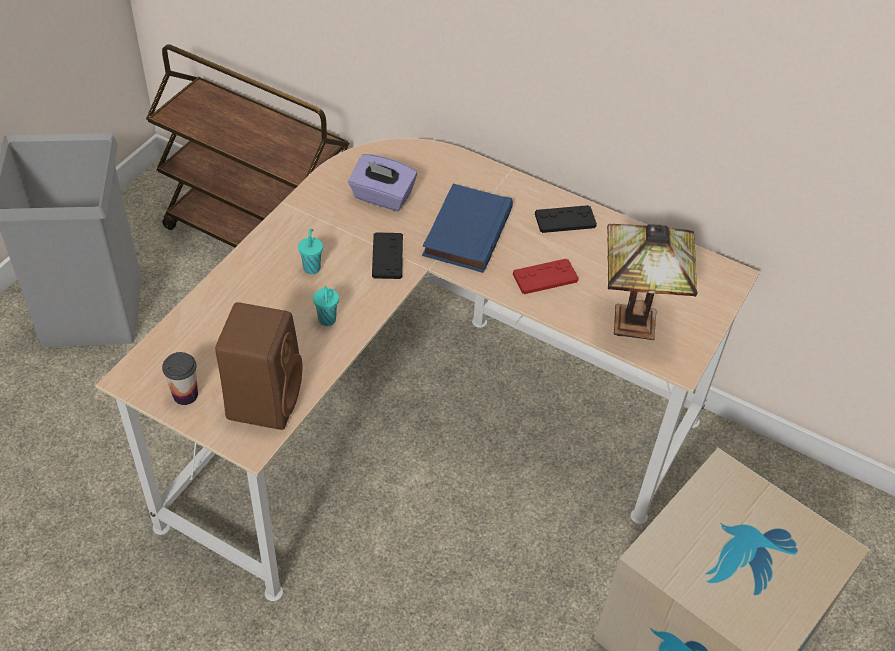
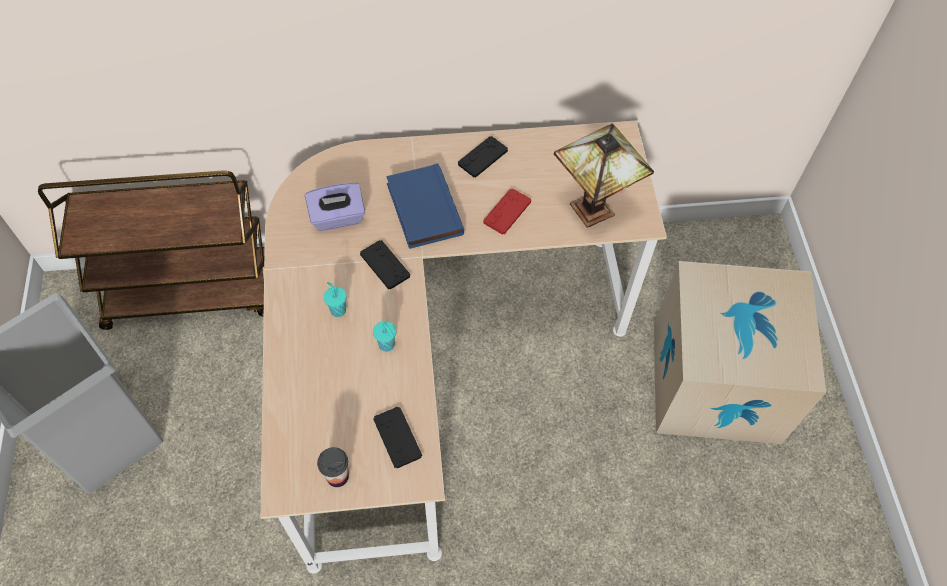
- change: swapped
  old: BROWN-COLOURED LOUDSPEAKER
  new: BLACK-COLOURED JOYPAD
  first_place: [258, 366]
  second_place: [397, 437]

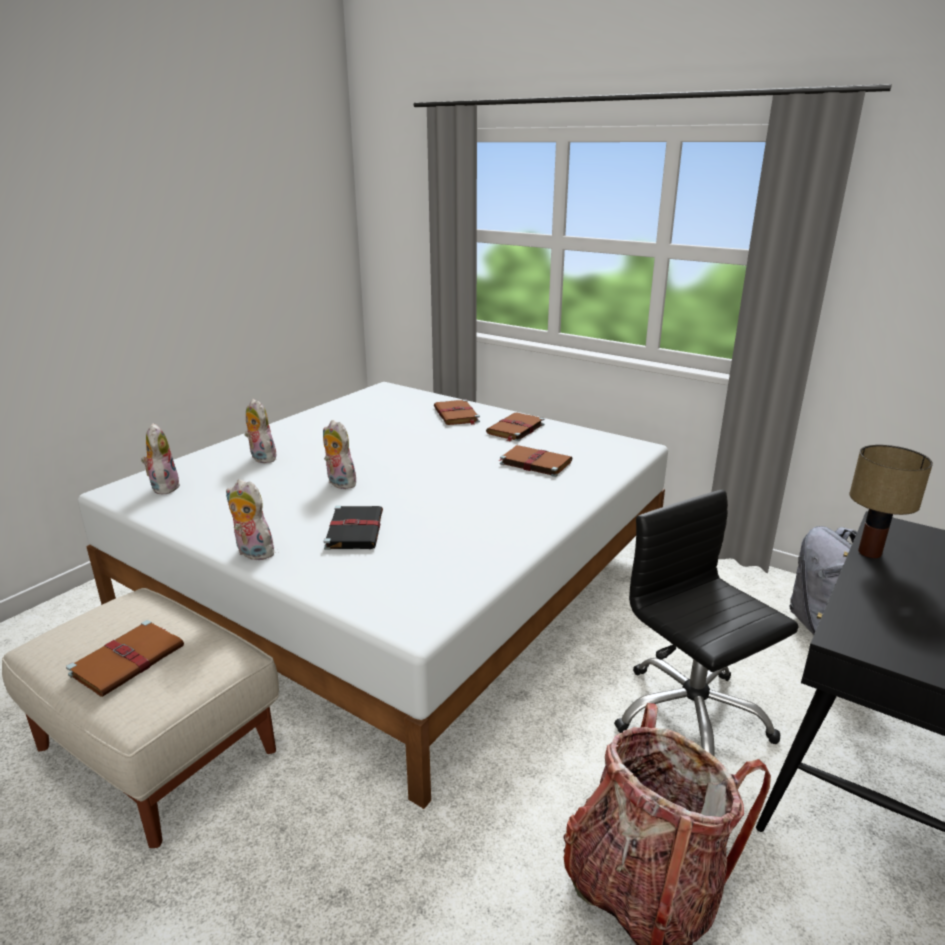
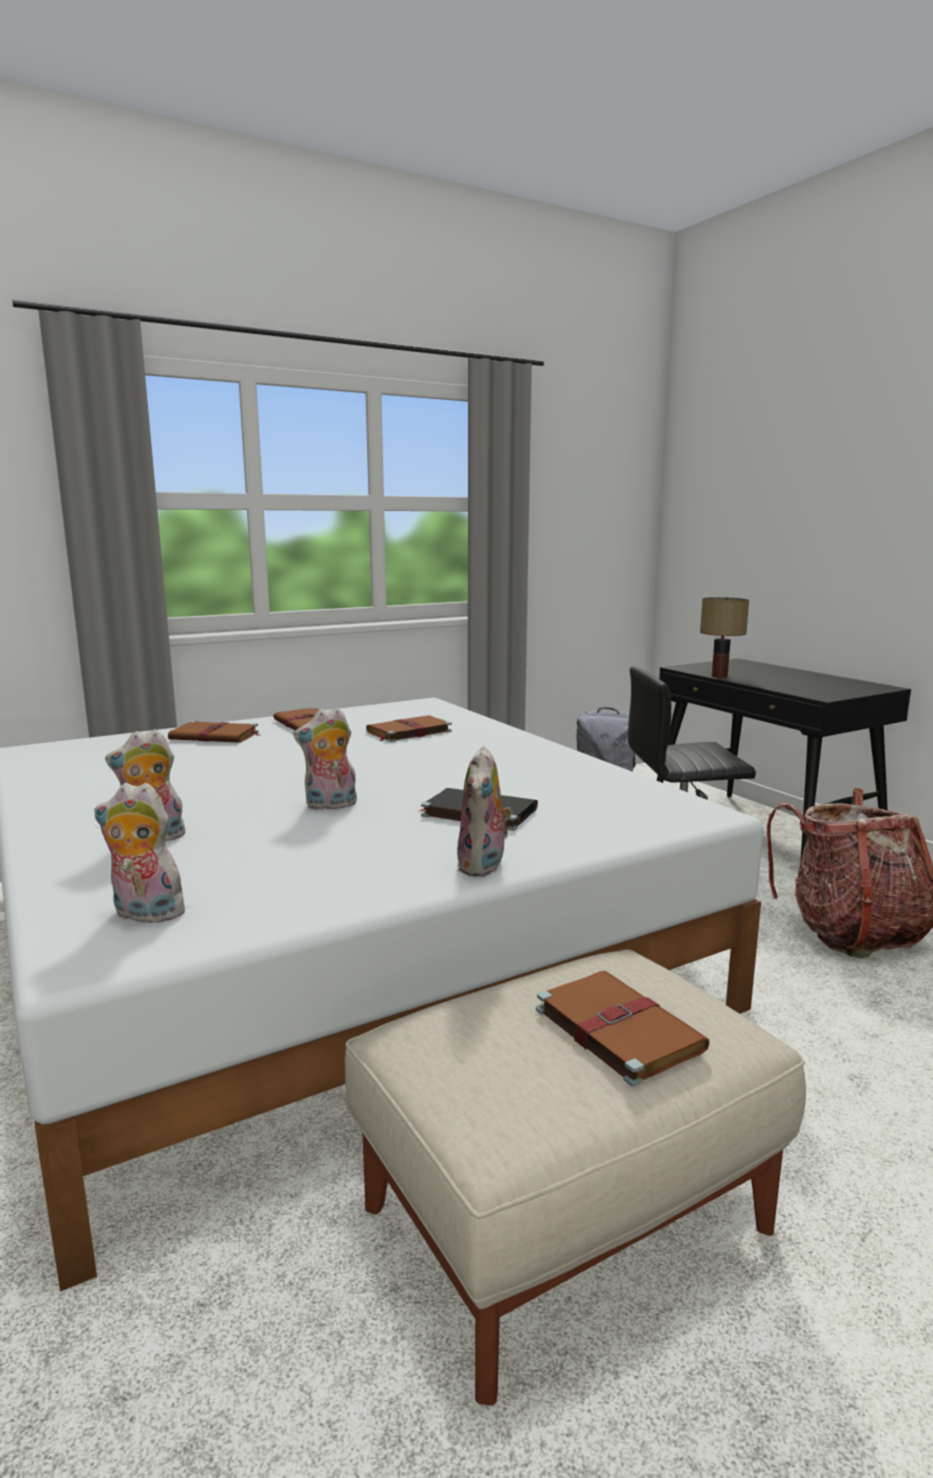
- change: rotated
  old: CUDDLY TOY
  first_place: [251, 519]
  second_place: [485, 811]
  degrees: -45

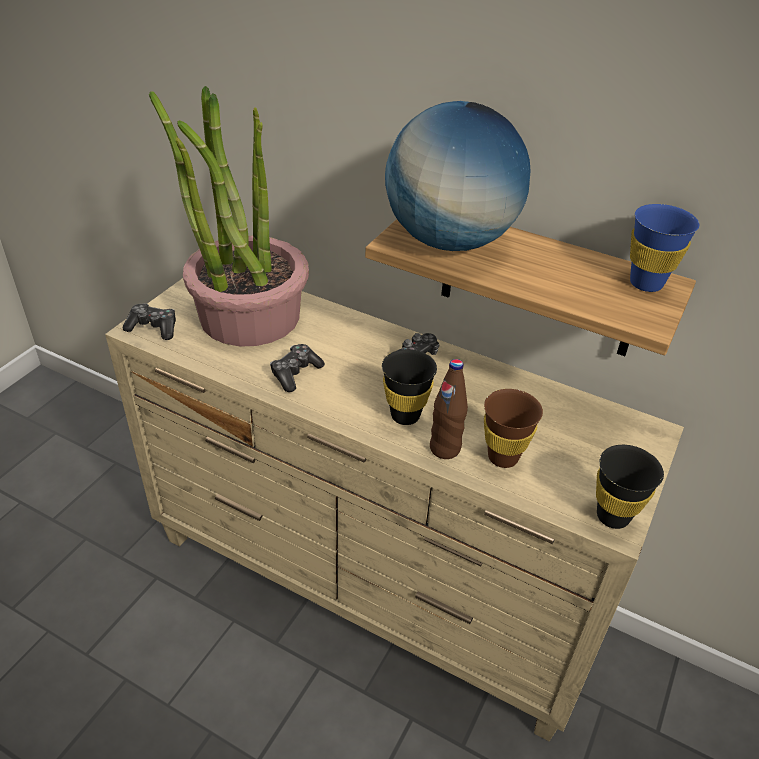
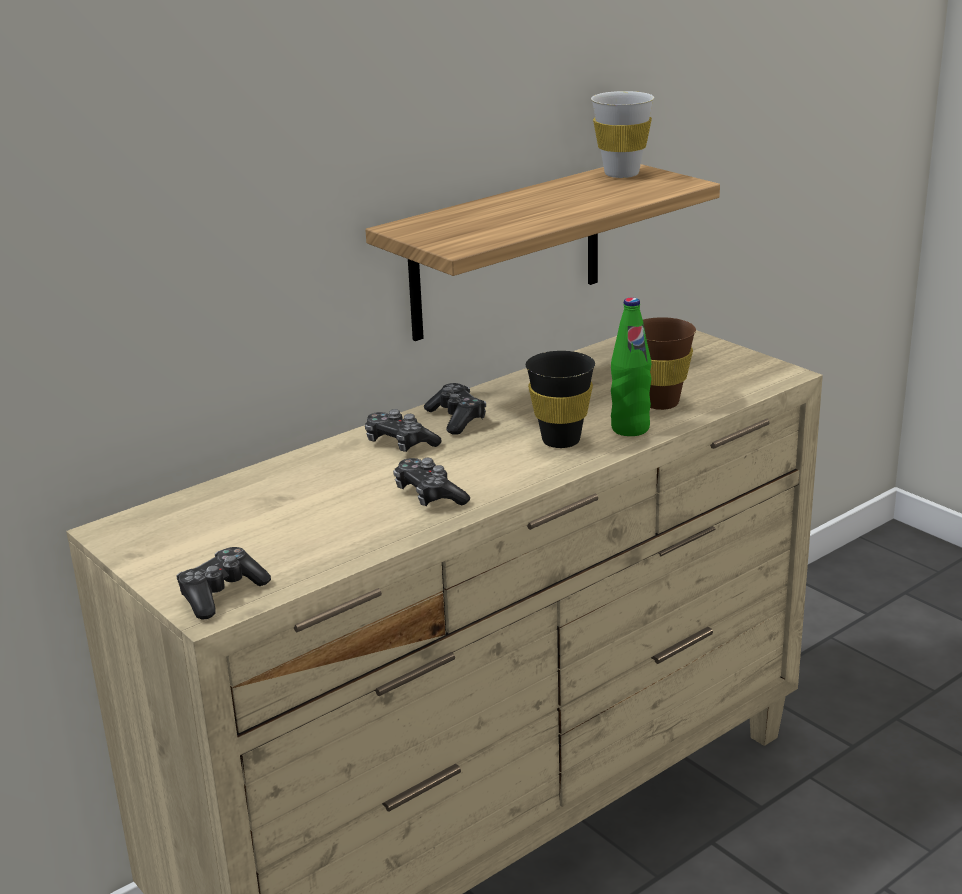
- change: new
  new: JOYPAD
  second_place: [403, 430]
- change: repainted
  old: BLUISH CUP
  new: WHITE CUP
  first_place: [664, 248]
  second_place: [622, 134]
- change: repainted
  old: BROWN-COLOURED BOTTLE
  new: GREEN BOTTLE
  first_place: [449, 409]
  second_place: [631, 366]
- change: gone
  old: PLANT IN A POT
  first_place: [229, 216]
- change: gone
  old: DESK GLOBE
  first_place: [458, 176]
- change: gone
  old: BLACK-COLOURED CUP
  first_place: [630, 487]

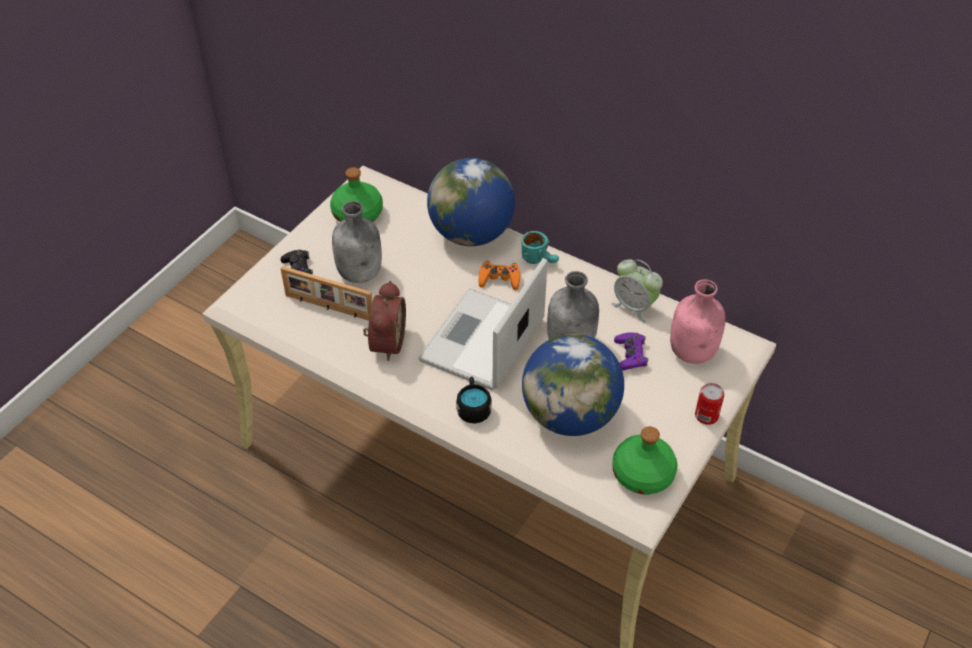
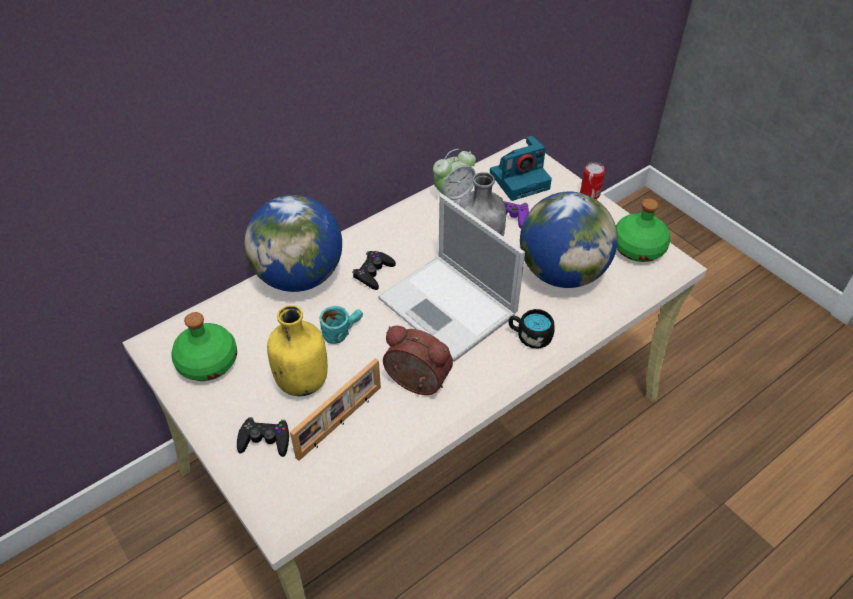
- change: repainted
  old: GREYISH BOTTLE
  new: YELLOW-COLOURED BOTTLE
  first_place: [357, 242]
  second_place: [297, 350]
- change: shifted
  old: TURQUOISE-COLOURED TEA MUG
  first_place: [540, 247]
  second_place: [341, 325]
- change: repainted
  old: ORANGEY JOYPAD
  new: BLACK-COLOURED JOYPAD
  first_place: [499, 275]
  second_place: [374, 270]
- change: swapped
  old: PINK BOTTLE
  new: PHOTO CAMERA
  first_place: [698, 321]
  second_place: [521, 168]

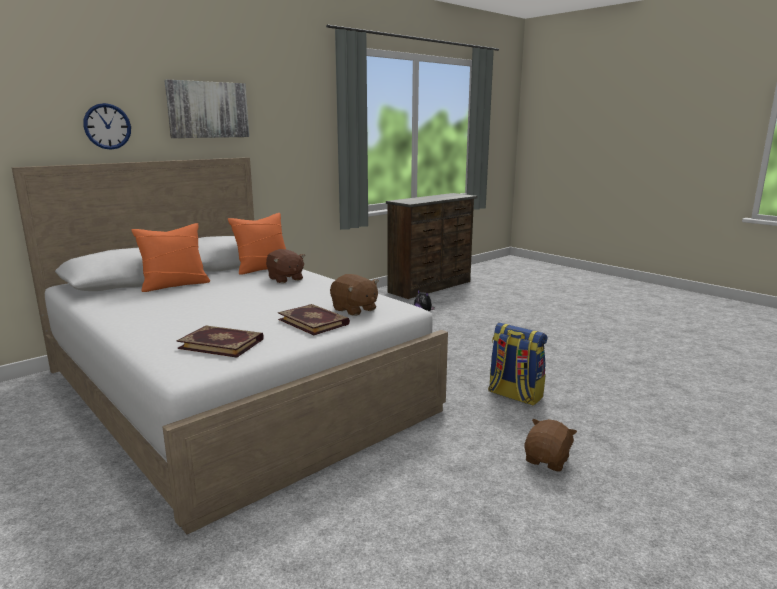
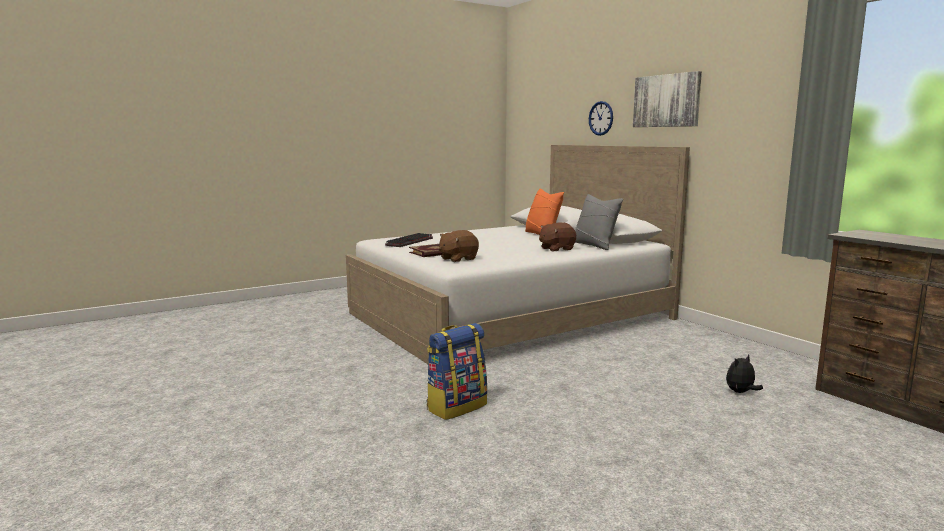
- change: swapped
  old: BOOK
  new: KEYBOARD
  first_place: [220, 341]
  second_place: [409, 240]
- change: repainted
  old: ORANGEY PILLOW
  new: GREYISH PILLOW
  first_place: [257, 244]
  second_place: [599, 222]
- change: gone
  old: BROWN-COLOURED CUDDLY TOY
  first_place: [550, 445]

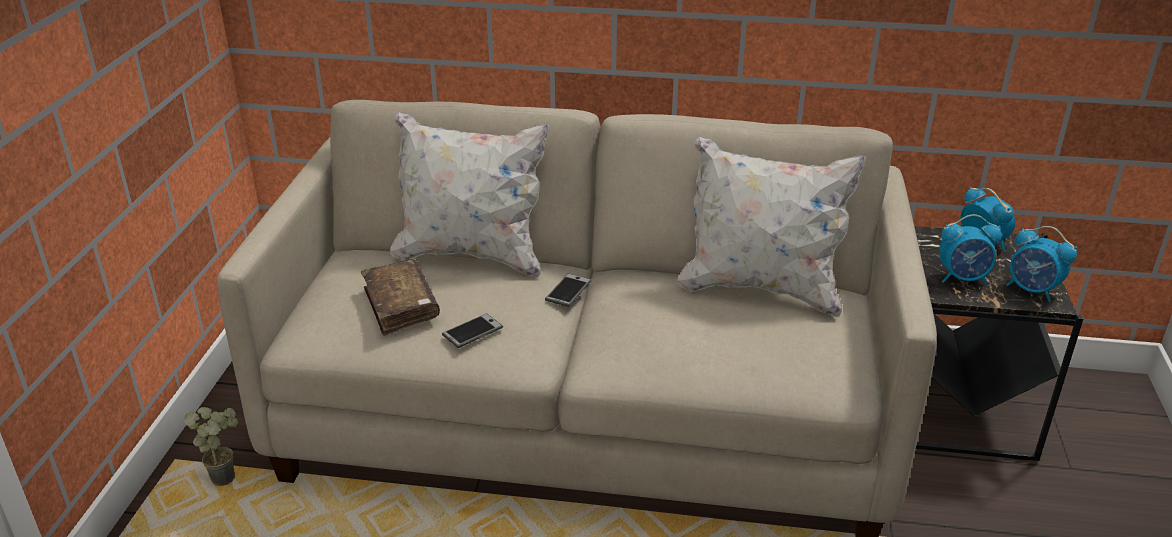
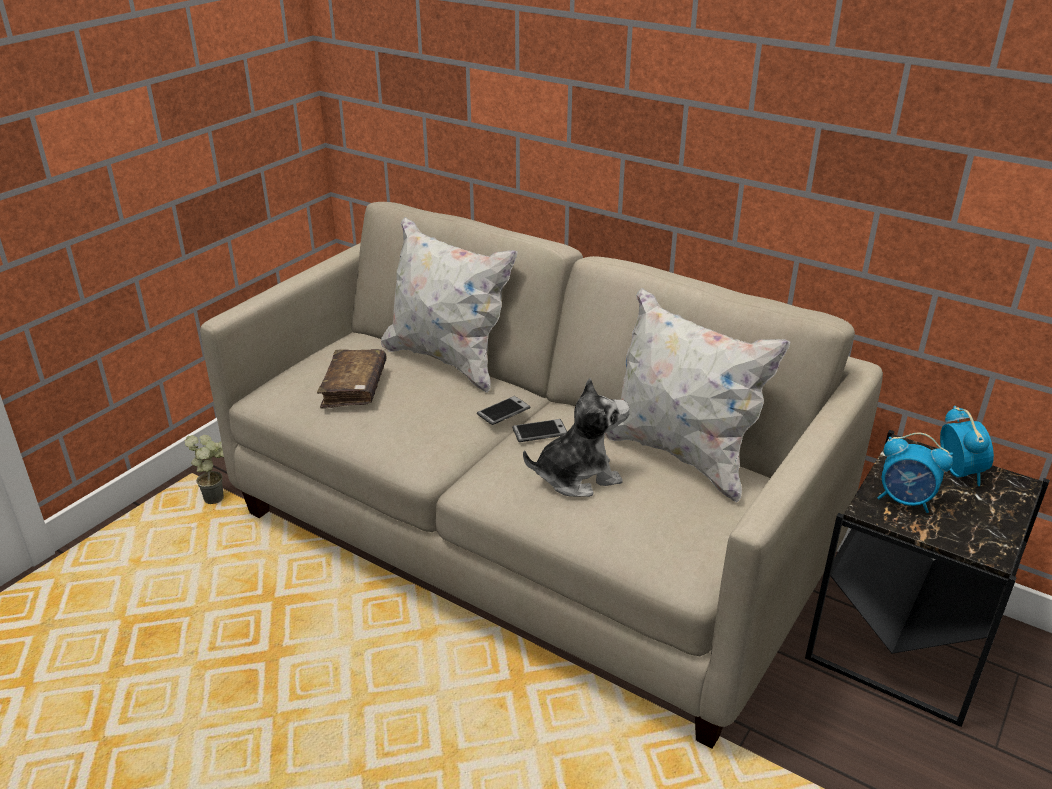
- change: shifted
  old: TELEPHONE
  first_place: [472, 330]
  second_place: [539, 430]
- change: new
  new: CUDDLY TOY
  second_place: [576, 437]
- change: gone
  old: BEDSIDE CLOCK
  first_place: [1041, 264]

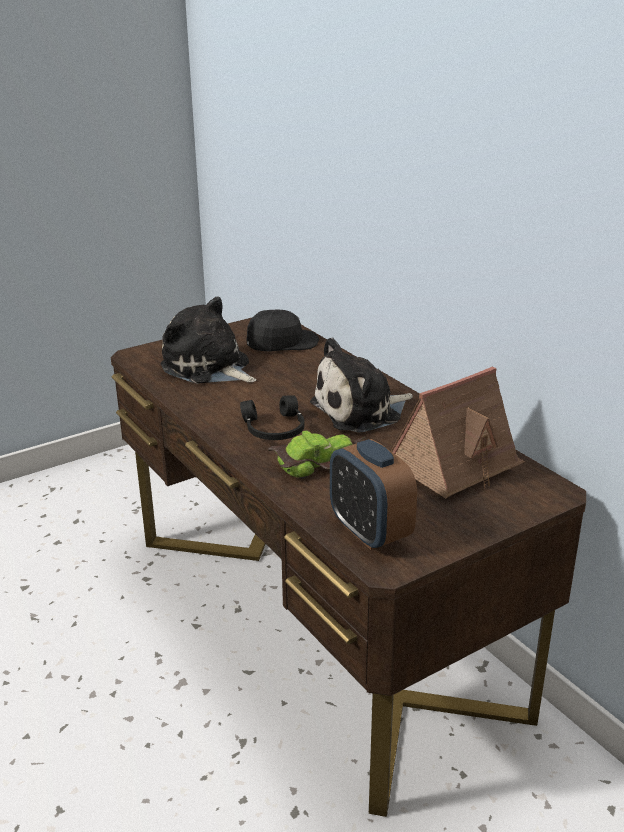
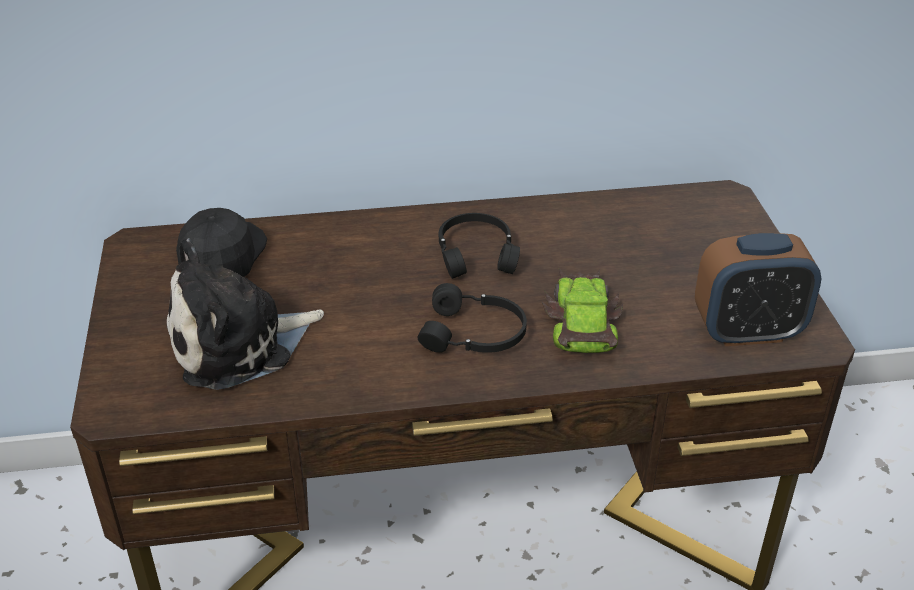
- change: swapped
  old: CUDDLY TOY
  new: BLACK-COLOURED HEADSET
  first_place: [361, 385]
  second_place: [479, 246]
- change: gone
  old: TOY HOUSE
  first_place: [458, 432]

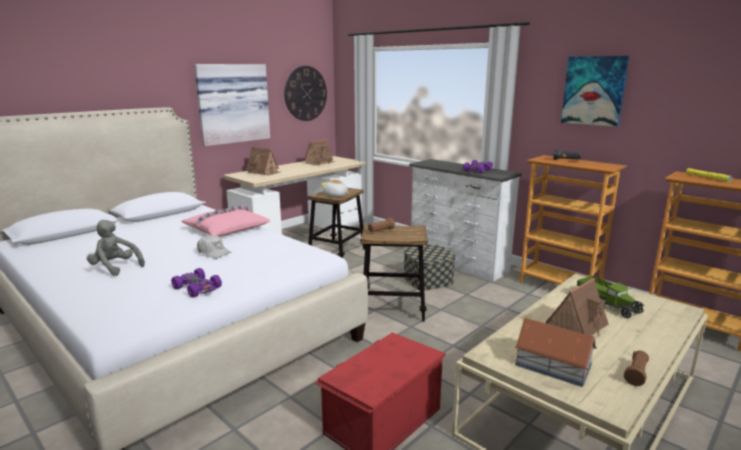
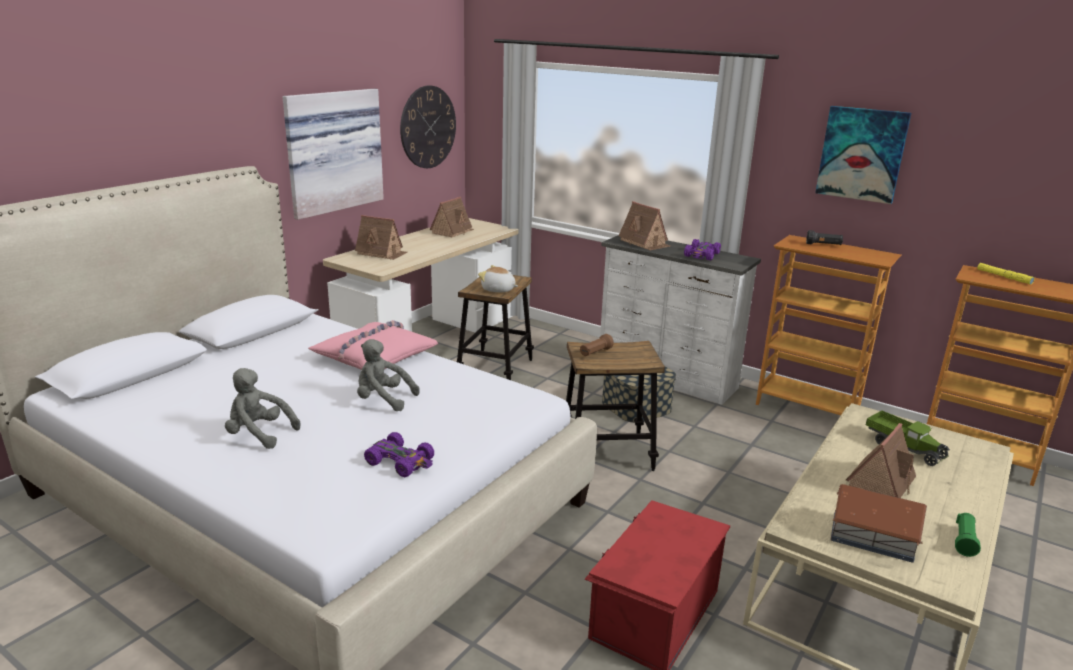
- change: swapped
  old: WHITE PEAKED CAP
  new: GREYISH CUDDLY TOY
  first_place: [214, 247]
  second_place: [388, 375]
- change: new
  new: TOY HOUSE
  second_place: [644, 226]
- change: repainted
  old: BROWN-COLOURED HAND TORCH
  new: GREEN HAND TORCH
  first_place: [636, 368]
  second_place: [968, 535]

